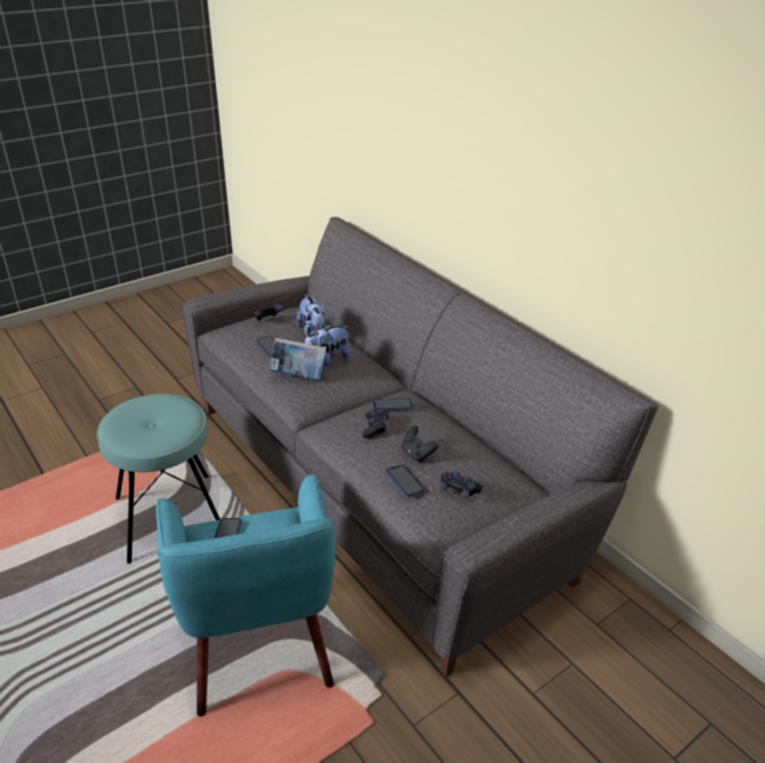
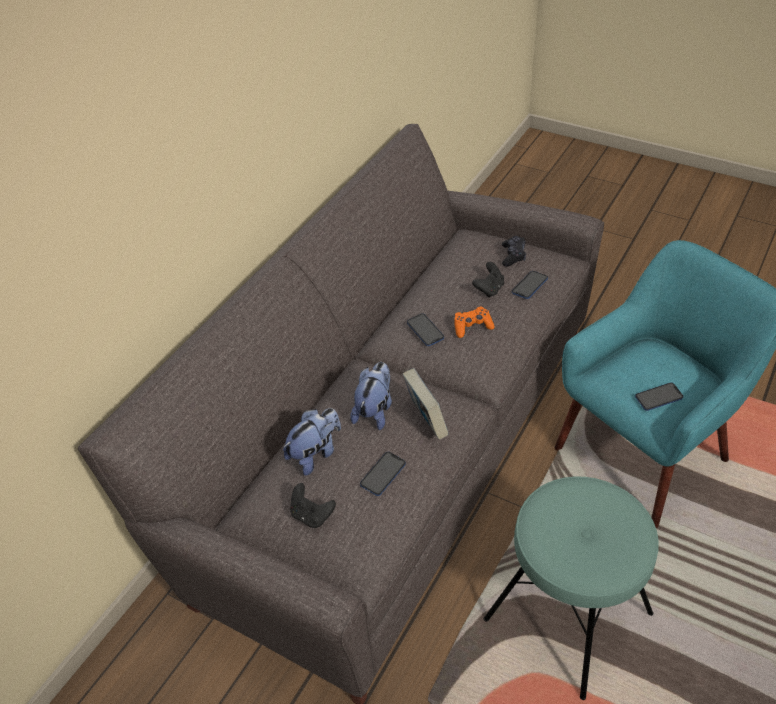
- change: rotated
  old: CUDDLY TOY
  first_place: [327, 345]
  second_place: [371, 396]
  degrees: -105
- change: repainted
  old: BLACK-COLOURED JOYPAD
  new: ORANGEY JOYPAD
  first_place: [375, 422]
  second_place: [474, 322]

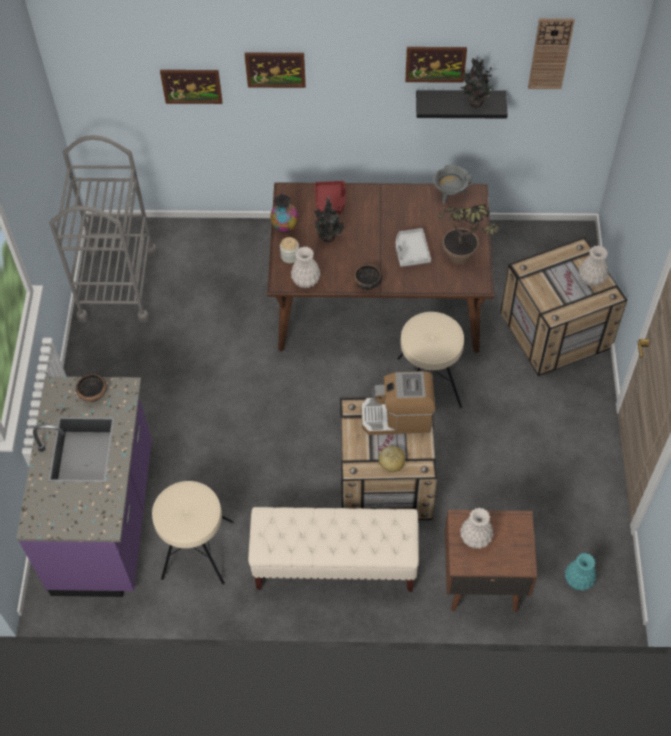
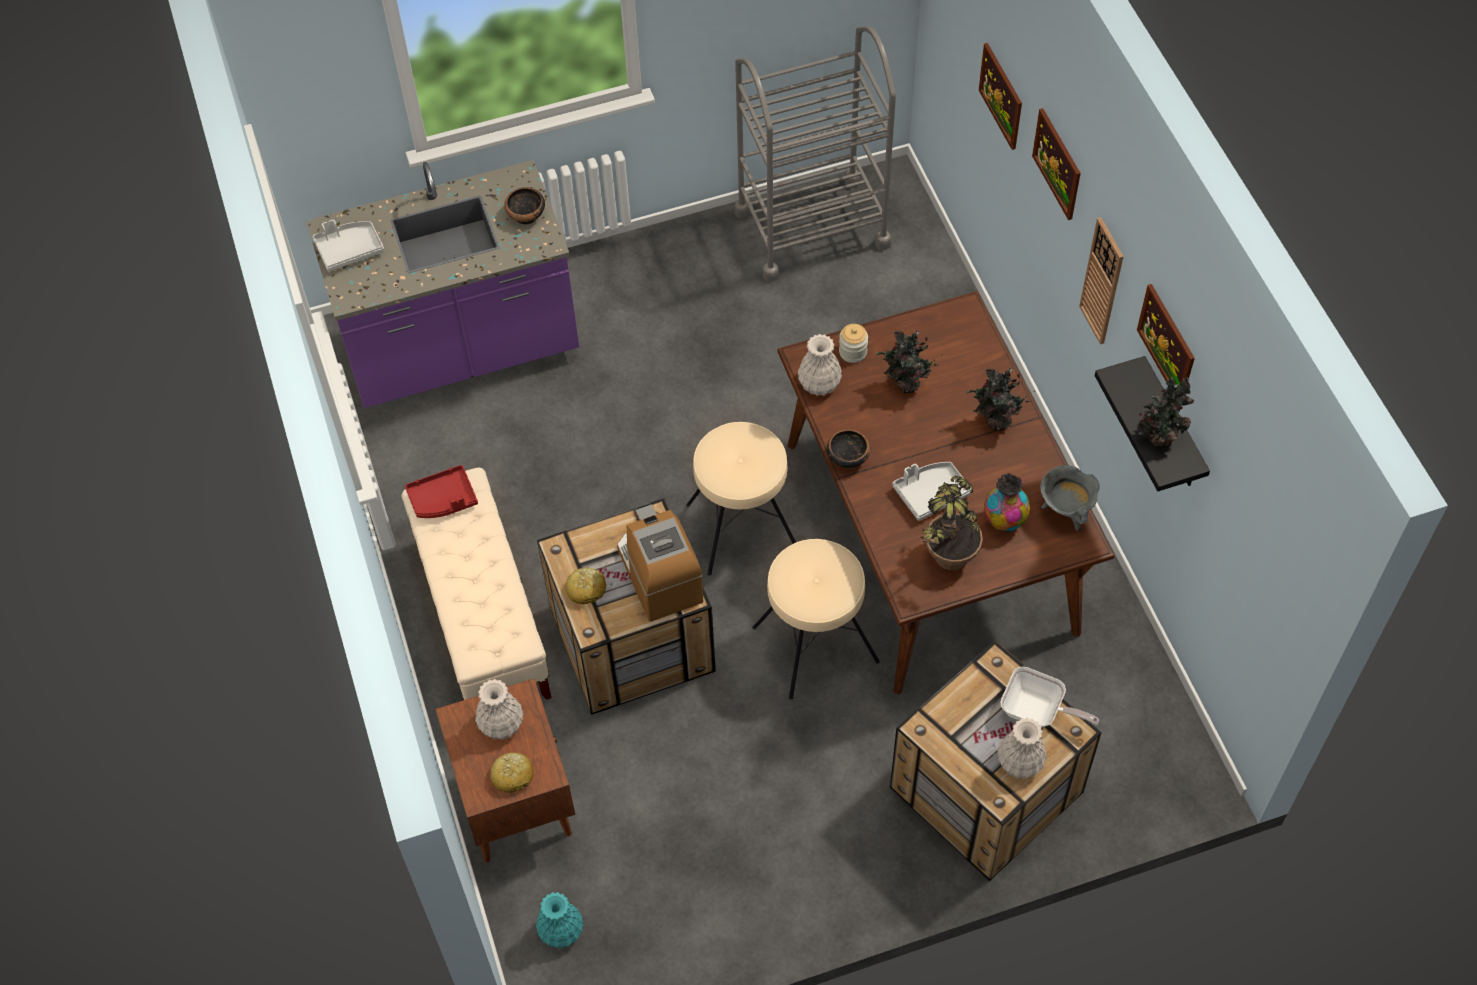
- change: new
  new: GREYISH CARRYING TRAY
  second_place: [348, 245]
- change: shifted
  old: REDDISH CARRYING TRAY
  first_place: [330, 197]
  second_place: [441, 491]
- change: new
  new: BAKED BREAD
  second_place: [512, 773]
- change: shifted
  old: BEIGE STOOL SEAT
  first_place: [193, 532]
  second_place: [741, 499]
- change: new
  new: PLANT IN A POT
  second_place: [999, 398]
- change: shifted
  old: VASE
  first_place: [284, 213]
  second_place: [1007, 503]
- change: new
  new: SKILLET
  second_place: [1049, 696]
- change: shifted
  old: CLOCK ON THE WALL
  first_place: [551, 53]
  second_place: [1101, 280]

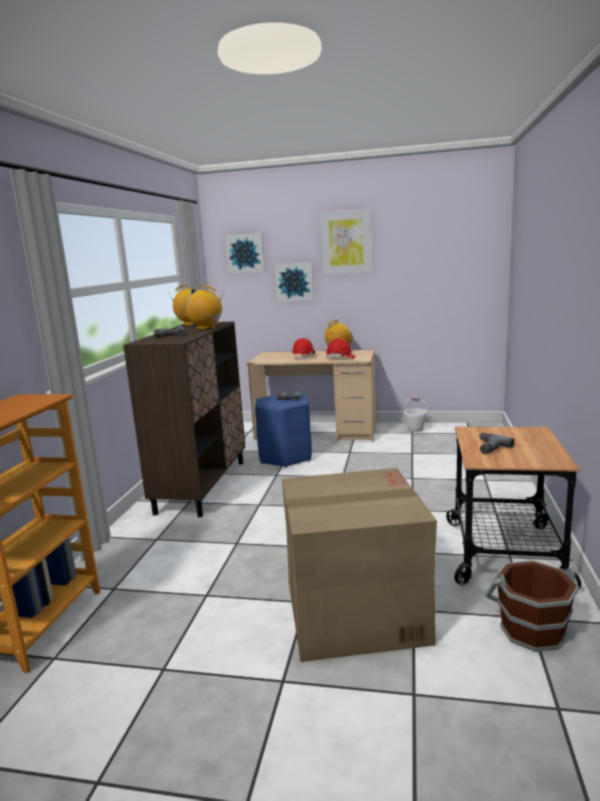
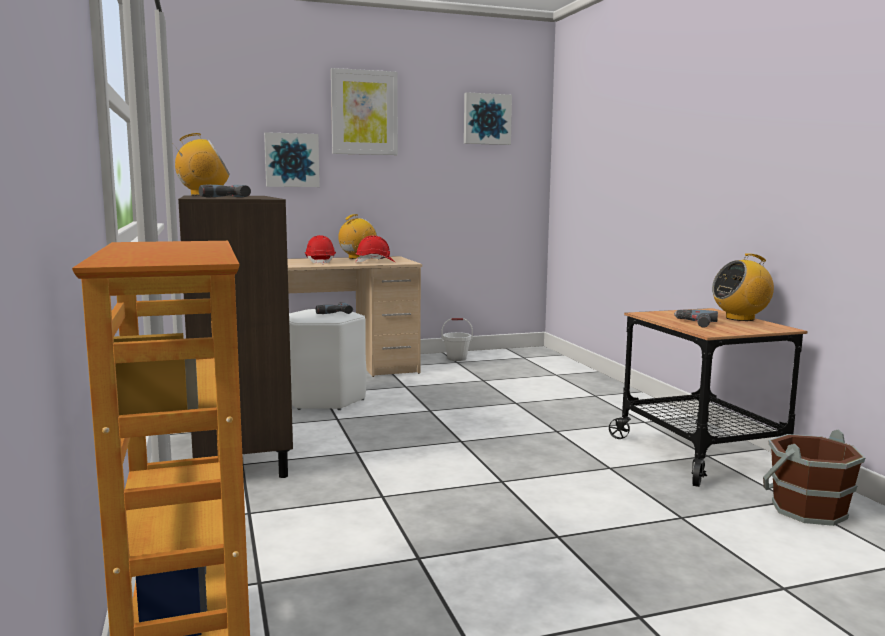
- change: repainted
  old: BLUISH STOOL SEAT
  new: WHITE STOOL SEAT
  first_place: [283, 431]
  second_place: [327, 359]
- change: shifted
  old: PICTURE
  first_place: [245, 253]
  second_place: [488, 118]
- change: shifted
  old: RADIO
  first_place: [203, 308]
  second_place: [743, 287]
- change: gone
  old: CARDBOARD BOX
  first_place: [359, 565]

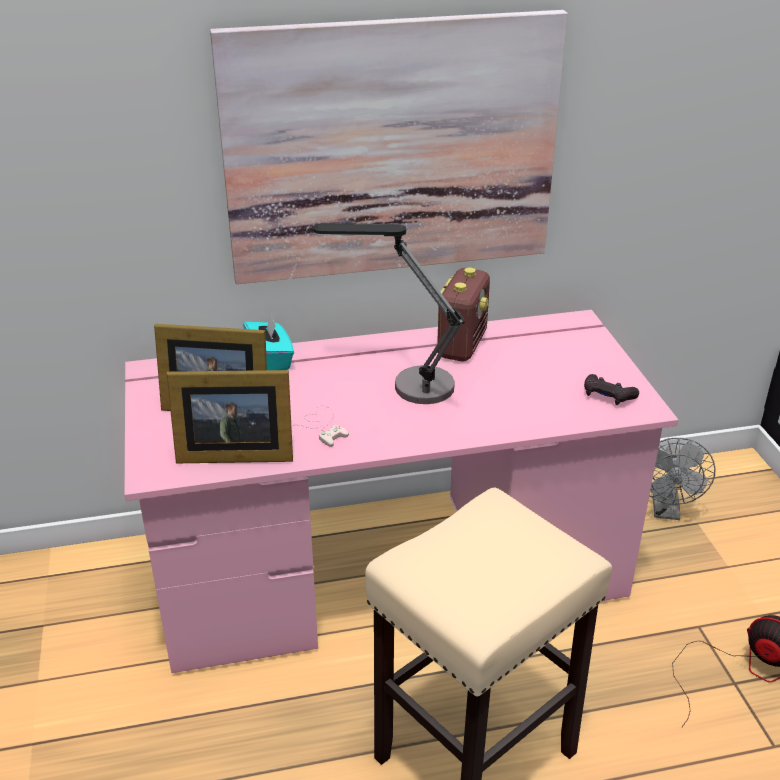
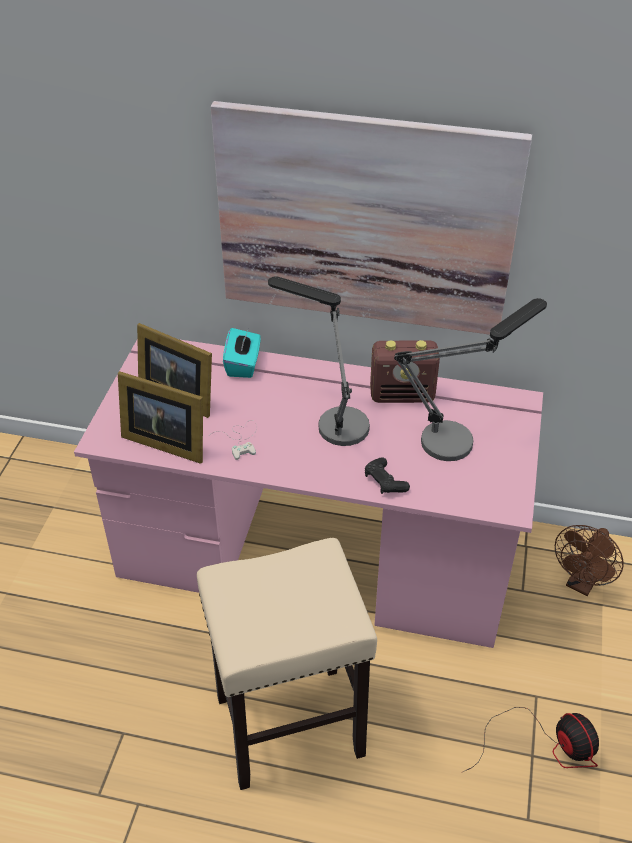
- change: shifted
  old: BLACK-COLOURED JOYPAD
  first_place: [611, 389]
  second_place: [387, 475]
- change: rotated
  old: RADIO
  first_place: [463, 314]
  second_place: [405, 371]
  degrees: 45
- change: new
  new: TABLE LAMP
  second_place: [470, 379]
- change: repainted
  old: GREYISH FAN
  new: BROWN-COLOURED FAN
  first_place: [682, 479]
  second_place: [589, 560]

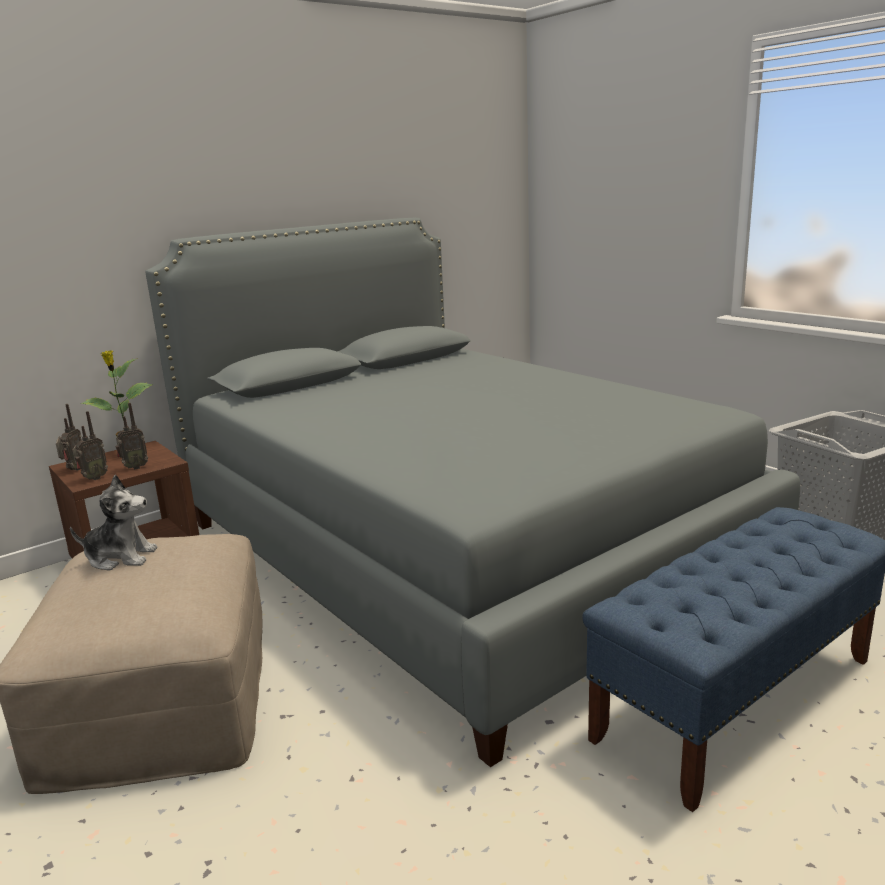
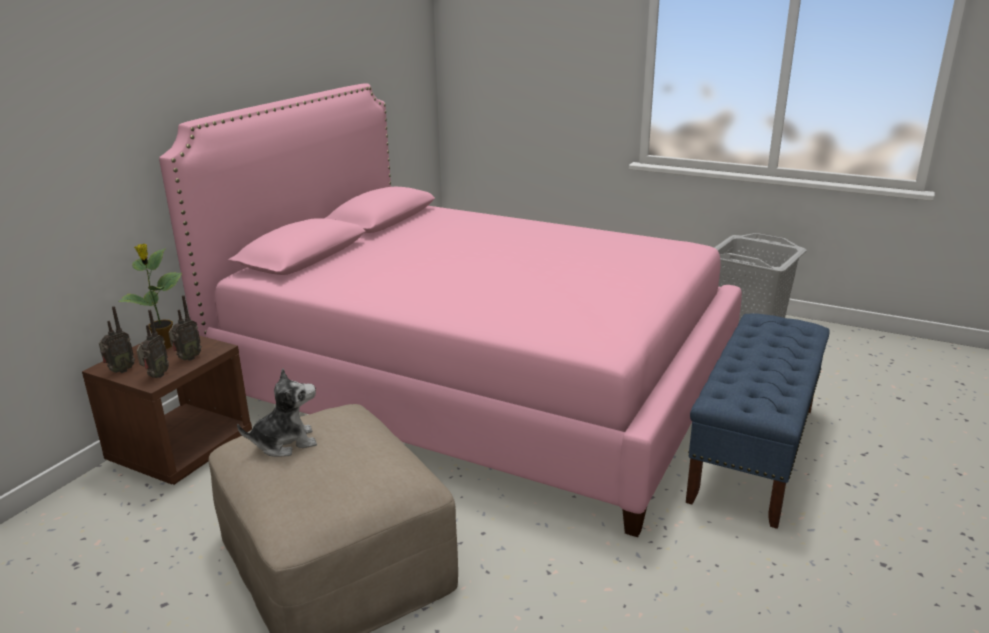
- change: rotated
  old: RADIO
  first_place: [68, 437]
  second_place: [117, 339]
  degrees: 60
- change: repainted
  old: GREYISH SLEEPING BED
  new: PINK SLEEPING BED
  first_place: [472, 492]
  second_place: [450, 310]

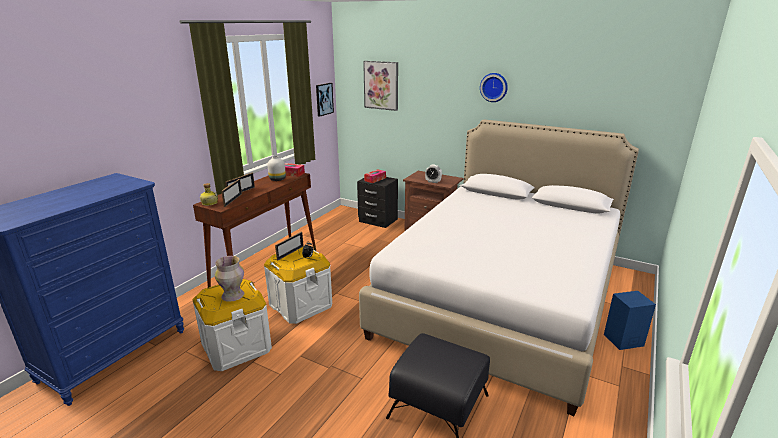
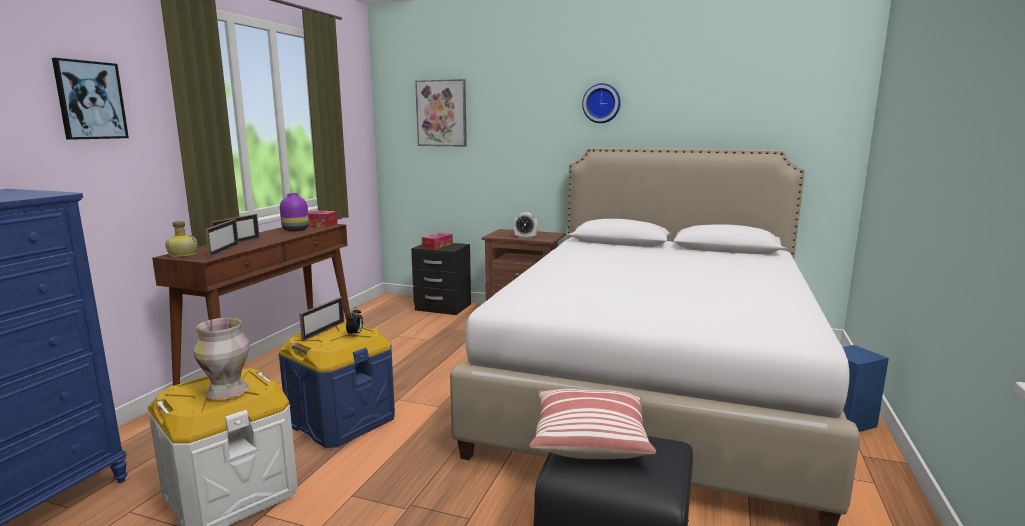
- change: shifted
  old: PICTURE
  first_place: [325, 100]
  second_place: [90, 99]
- change: repainted
  old: WHITE STORAGE CONTAINER
  new: BLUISH STORAGE CONTAINER
  first_place: [298, 285]
  second_place: [336, 385]
- change: repainted
  old: WHITE VASE
  new: PURPLE VASE
  first_place: [277, 168]
  second_place: [294, 212]
- change: new
  new: PILLOW
  second_place: [592, 424]

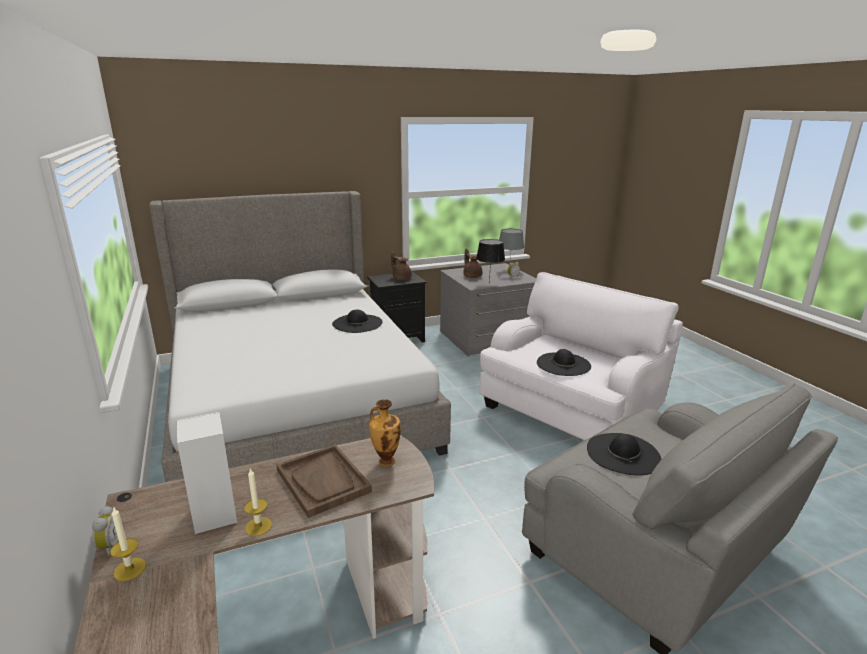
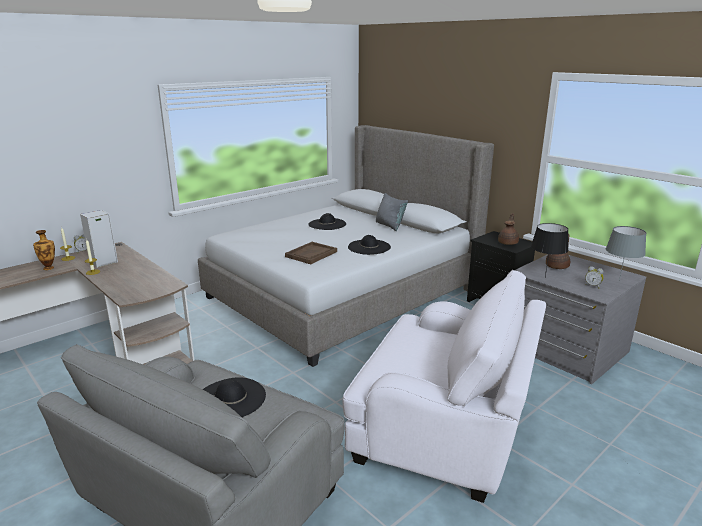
- change: shifted
  old: VASE
  first_place: [385, 433]
  second_place: [44, 250]
- change: shifted
  old: BROWN-COLOURED CARRYING TRAY
  first_place: [324, 481]
  second_place: [311, 253]
- change: shifted
  old: BLACK-COLOURED CLOTHING HAT
  first_place: [564, 362]
  second_place: [327, 221]
- change: new
  new: GREYISH PILLOW
  second_place: [392, 212]

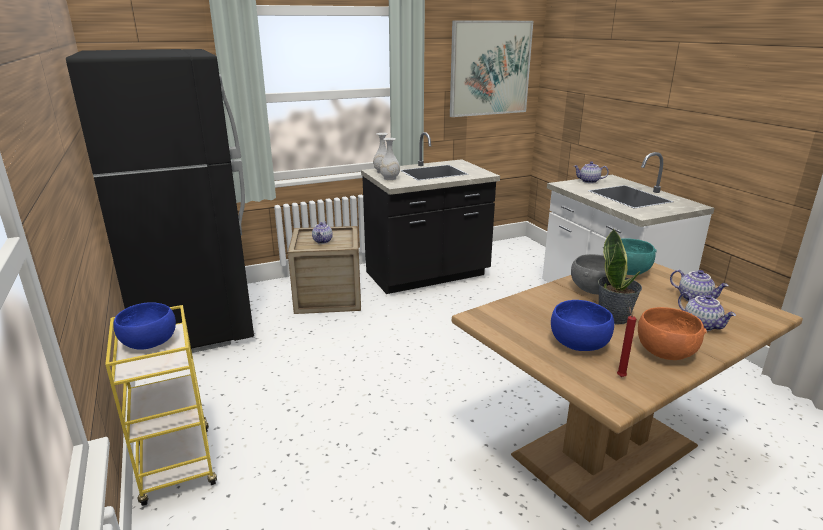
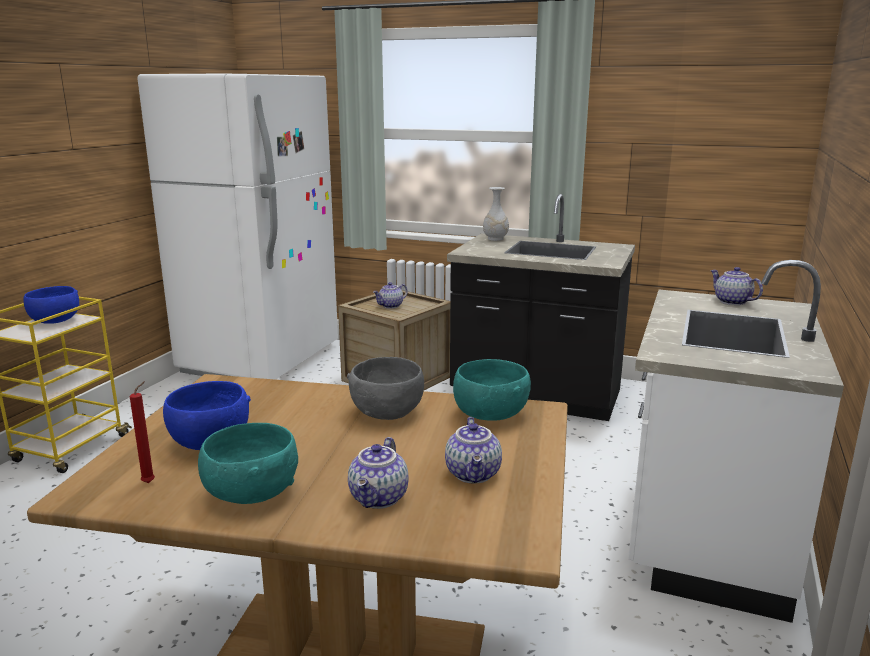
- change: repainted
  old: BLACK-COLOURED REFRIGERATOR
  new: WHITE REFRIGERATOR
  first_place: [160, 201]
  second_place: [238, 226]
- change: repainted
  old: ORANGEY BOWL
  new: TURQUOISE-COLOURED BOWL
  first_place: [672, 333]
  second_place: [248, 463]
- change: gone
  old: WHITE VASE
  first_place: [390, 159]
- change: gone
  old: PICTURE
  first_place: [491, 69]
- change: gone
  old: PLANT IN A POT
  first_place: [620, 276]

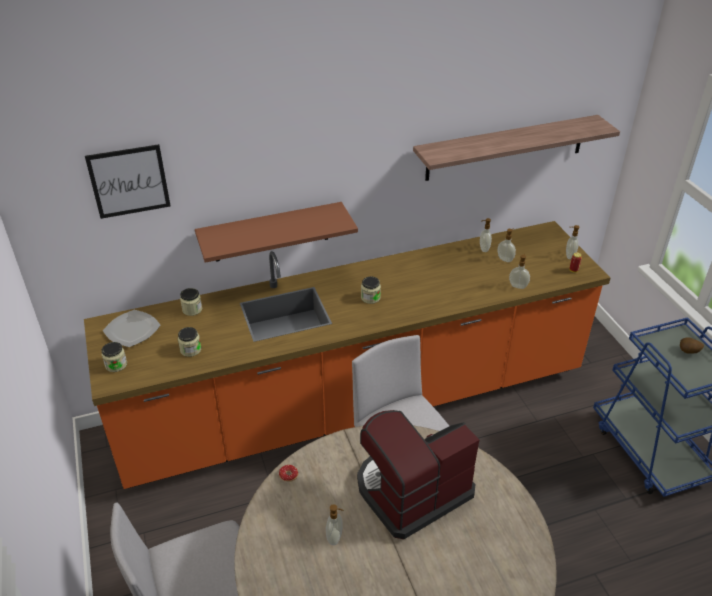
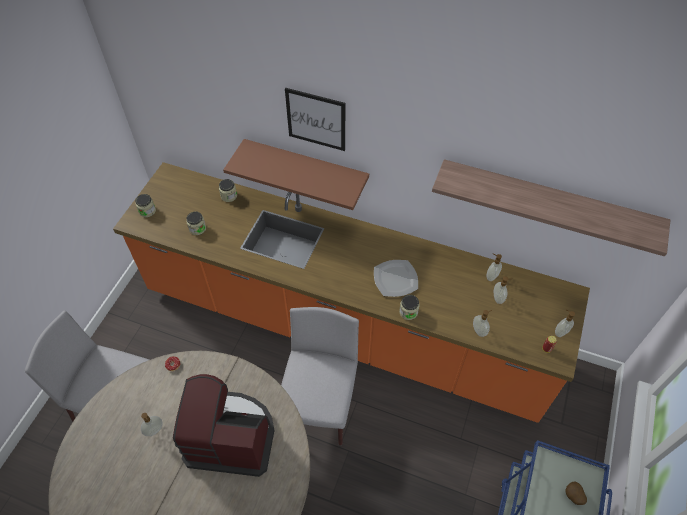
- change: shifted
  old: PICTURE
  first_place: [127, 181]
  second_place: [315, 119]
- change: shifted
  old: PLATE
  first_place: [132, 328]
  second_place: [396, 278]
- change: shifted
  old: STORAGE JAR
  first_place: [371, 290]
  second_place: [409, 307]

